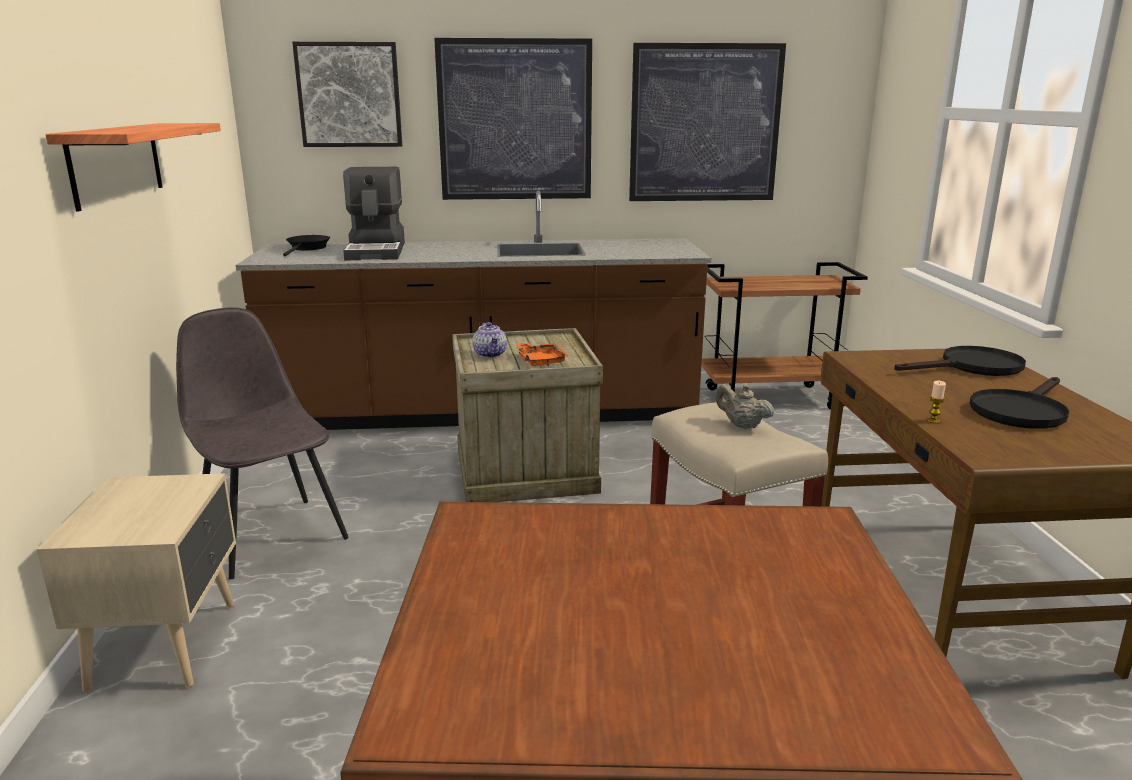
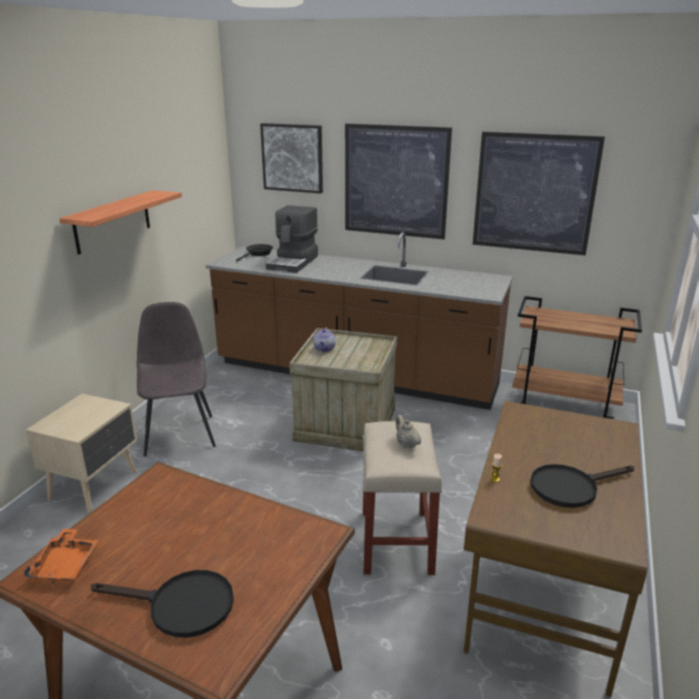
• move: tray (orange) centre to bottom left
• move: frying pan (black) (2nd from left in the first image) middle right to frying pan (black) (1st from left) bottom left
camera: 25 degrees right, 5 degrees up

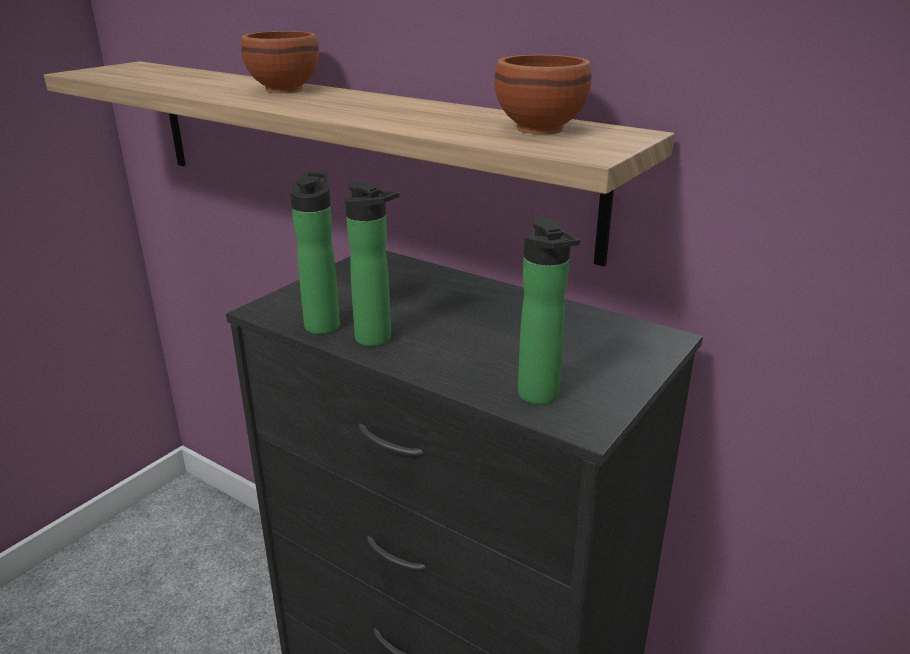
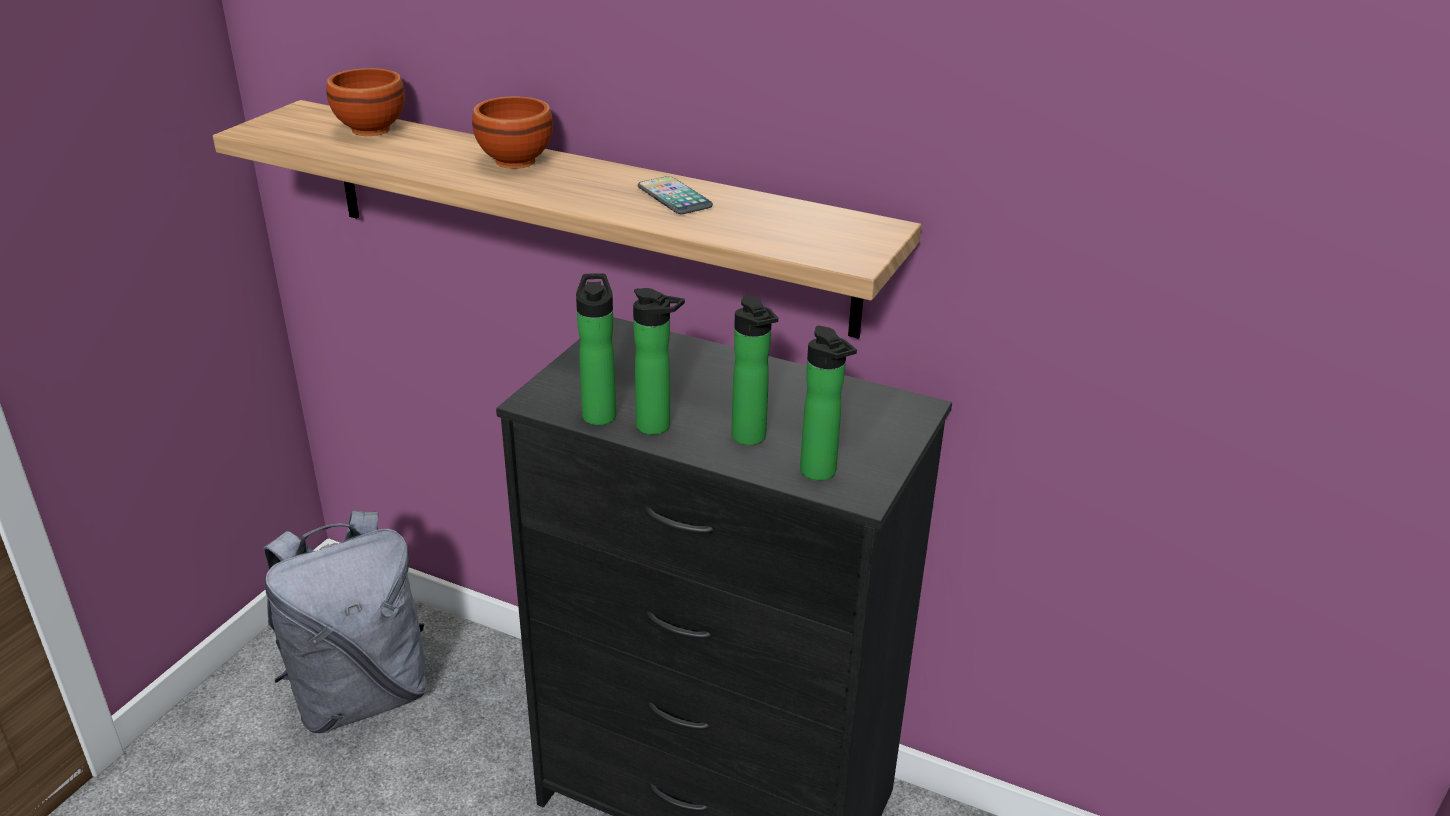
• insert: backpack (grey) bottom left
• insert: phone top centre
• insert: bottle (3rd from left) centre
• move: bowl (brown) (2nd from left in the first image) top centre to bowl (brown) (1st from left) top left
camera: 10 degrees left, 5 degrees up

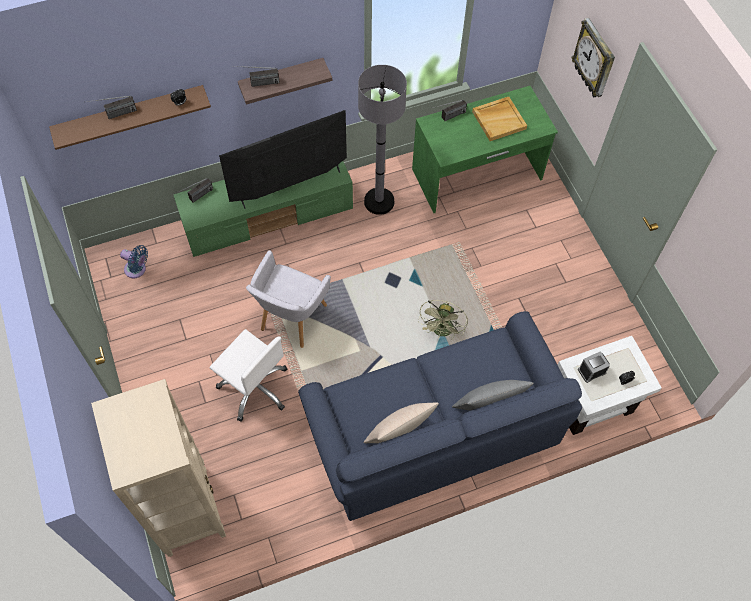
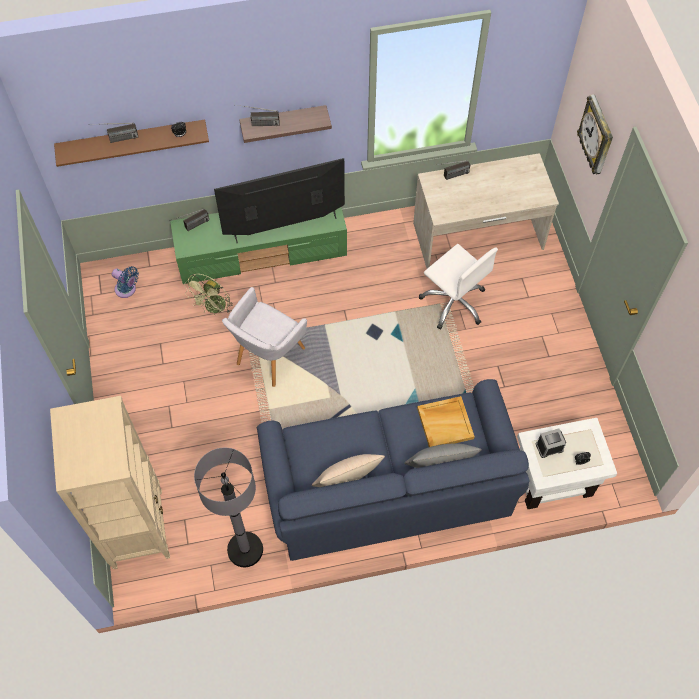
• move: office chair (white) middle left to centre
• move: floor lamp (grey) top centre to bottom left
• move: fan (green) centre to middle left
• move: tray (beige) top centre to centre
• recolor: desk (green) top centre to desk (beige) top right
camera: 10 degrees right, 0 degrees up

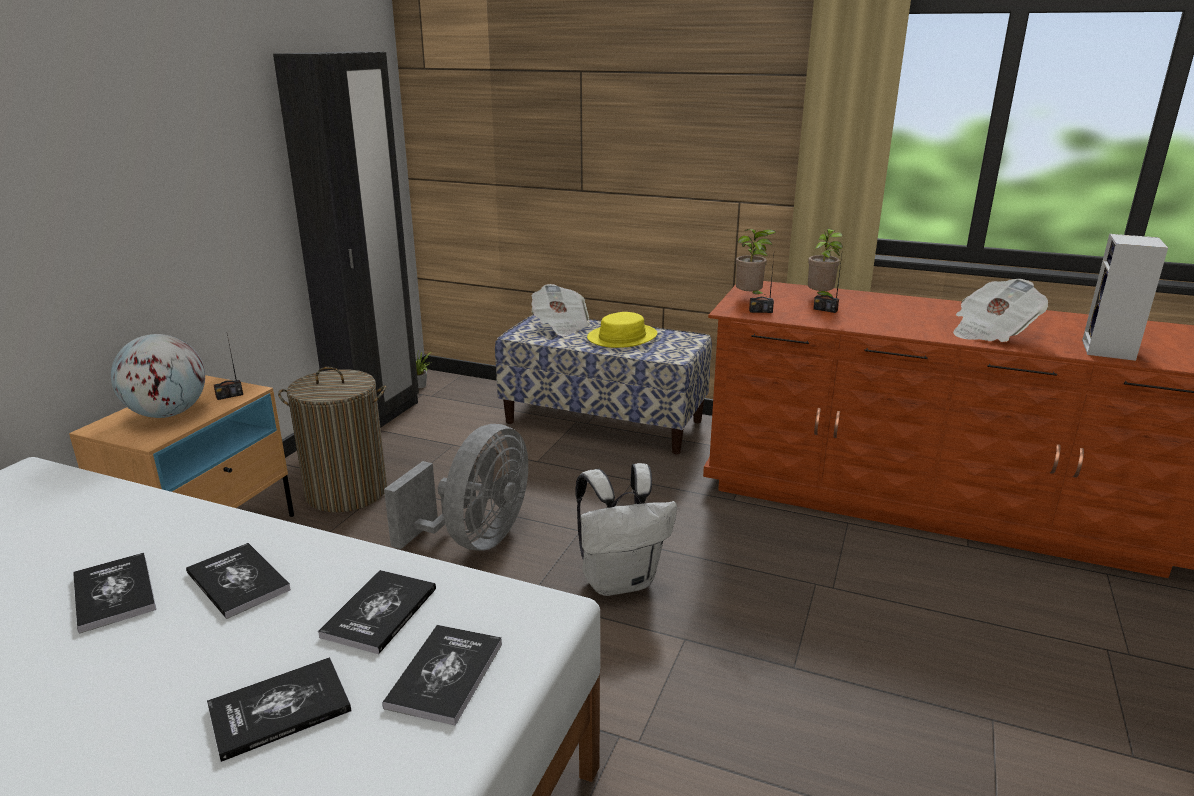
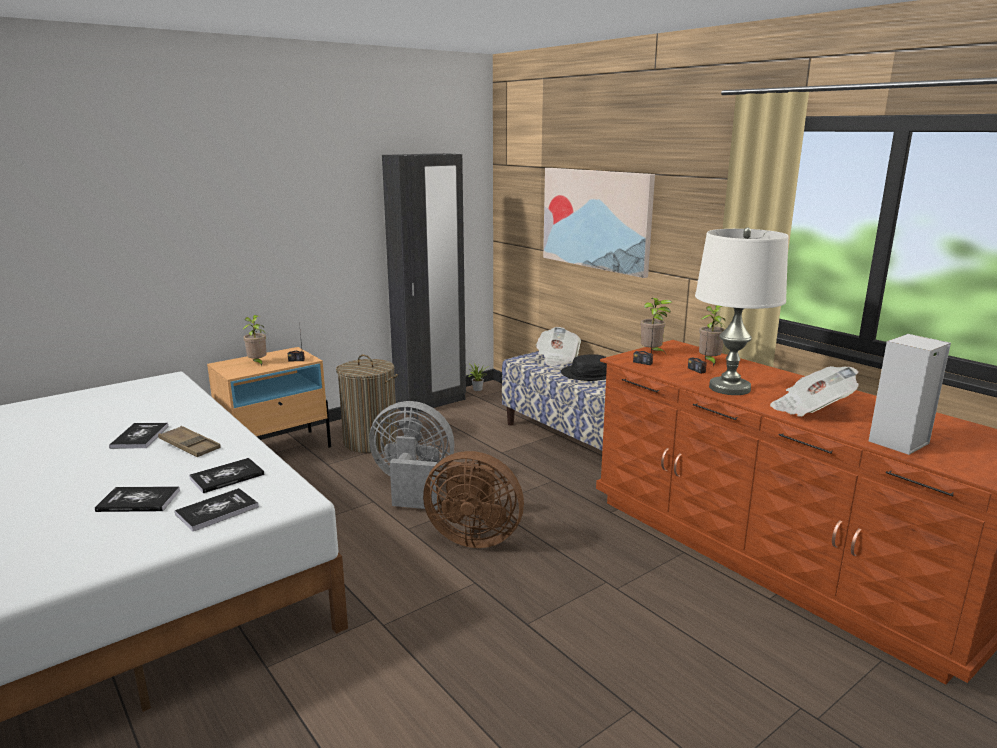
• insert: picture top centre
• insert: table lamp (white) middle right
• replace: globe middle left to potted plant (1st from left) middle left
• replace: book (2nd from left) bottom left to tray (brown) middle left
• replace: backpack (white) centre to fan (brown) bottom centre
• recolor: hat (yellow) centre to hat (black) centre
• rotate: fan (grey) centre = centre 135 degrees counterclockwise
camera: 30 degrees right, 5 degrees down

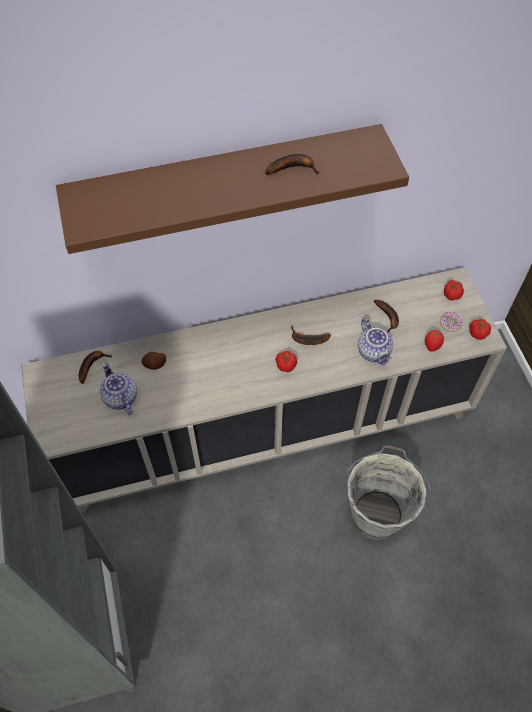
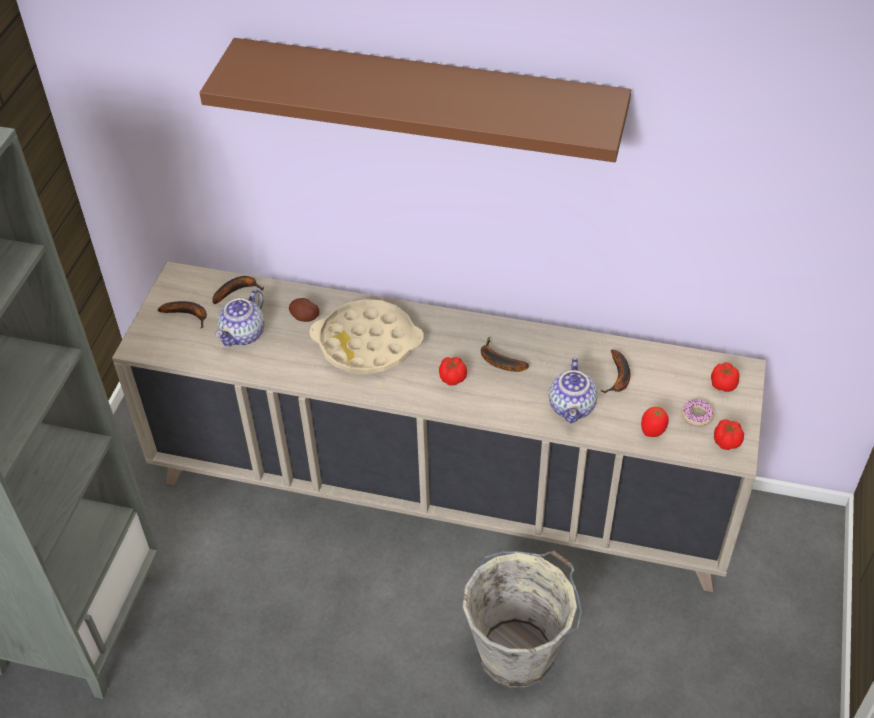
• insert: tray (beige) centre
• move: banana (2nd from left in the first image) top centre to banana (1st from left) middle left
• rotate: teapot (1st from left) middle left = middle left 150 degrees counterclockwise
camera: 30 degrees right, 10 degrees down

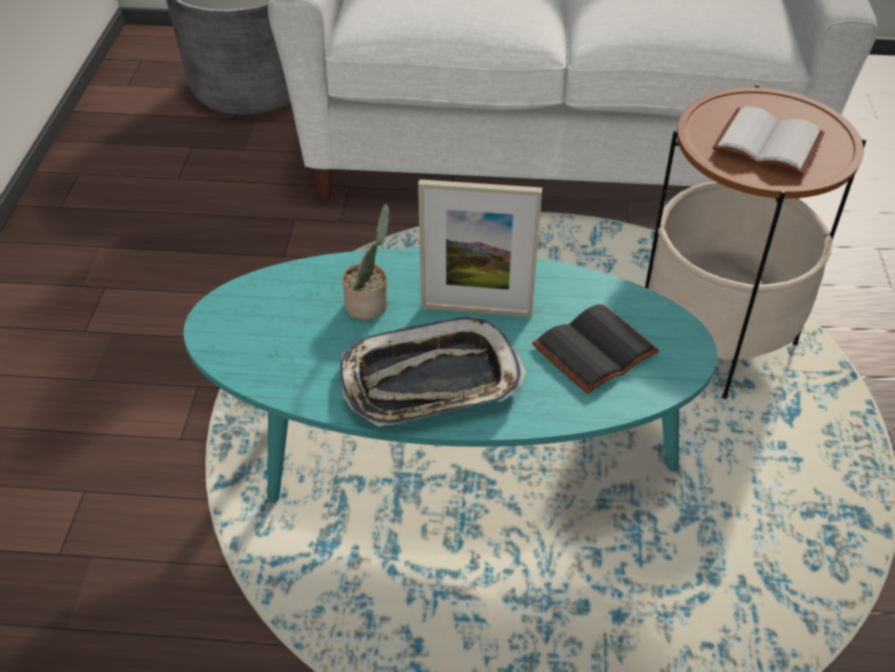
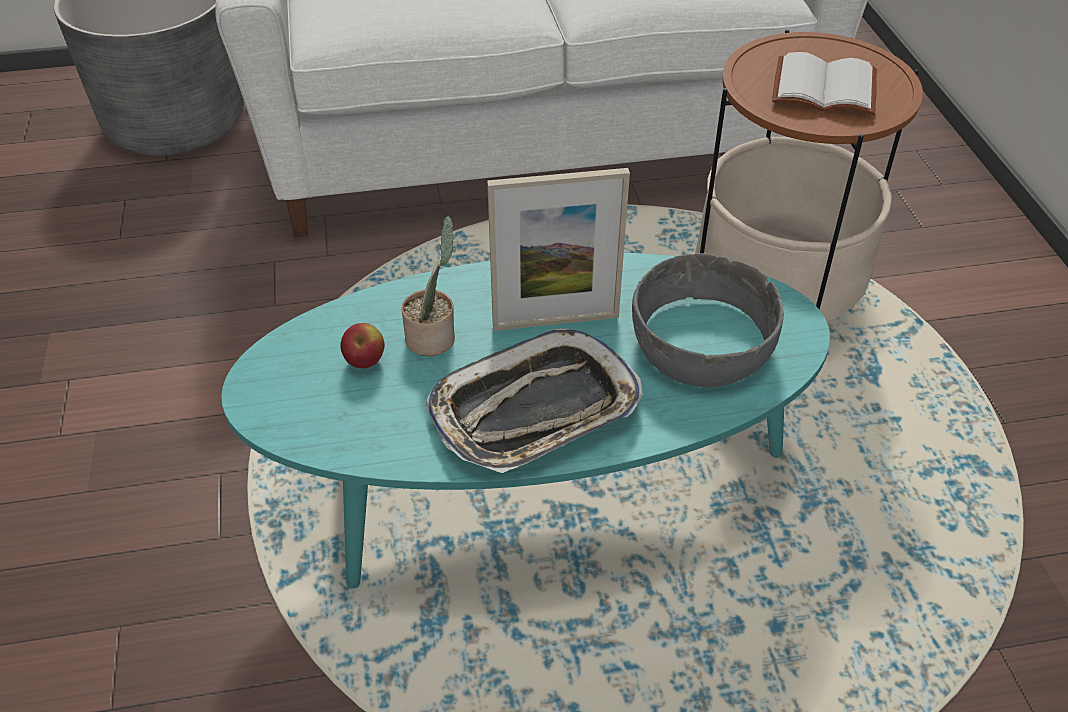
• insert: apple centre
• replace: book (black) centre to bowl (grey) centre
camera: 15 degrees left, 0 degrees up

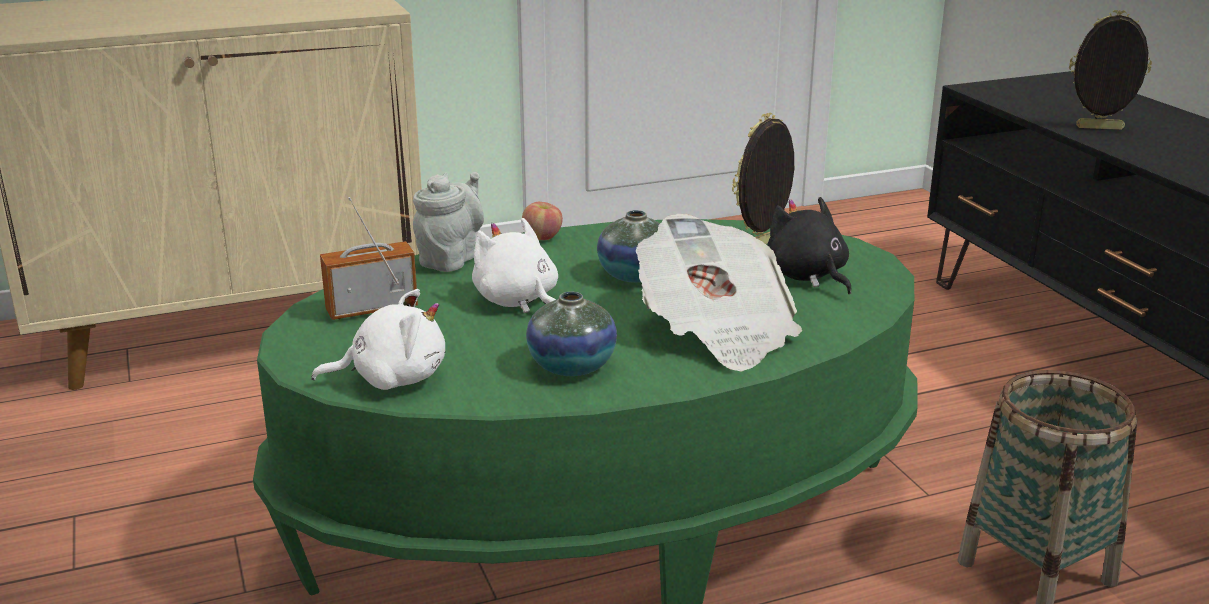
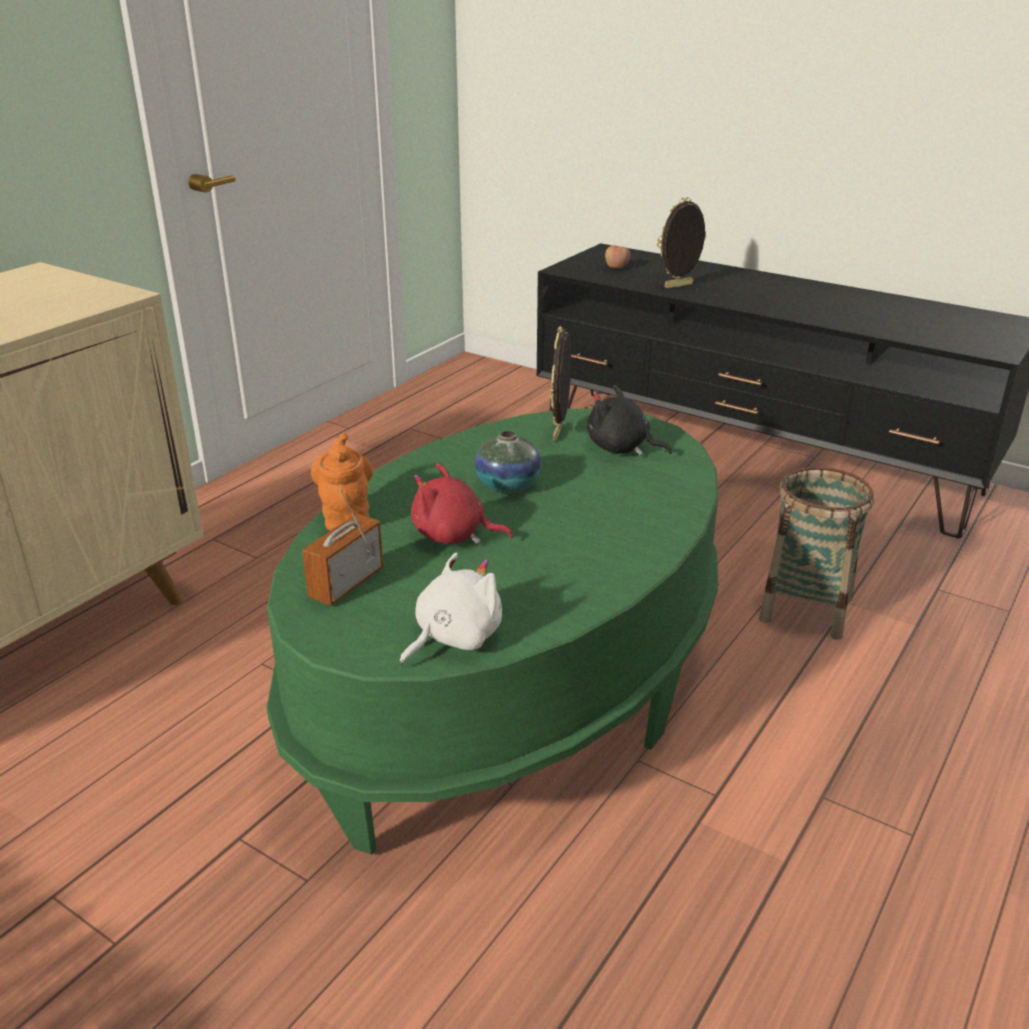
• delete: vase (1st from left) centre
• delete: newspaper centre
• move: apple centre to top centre
• recolor: teapot (grey) centre to teapot (orange) middle left
• recolor: plush toy (white) (2nd from left) centre to plush toy (red) centre
camera: 35 degrees left, 5 degrees up

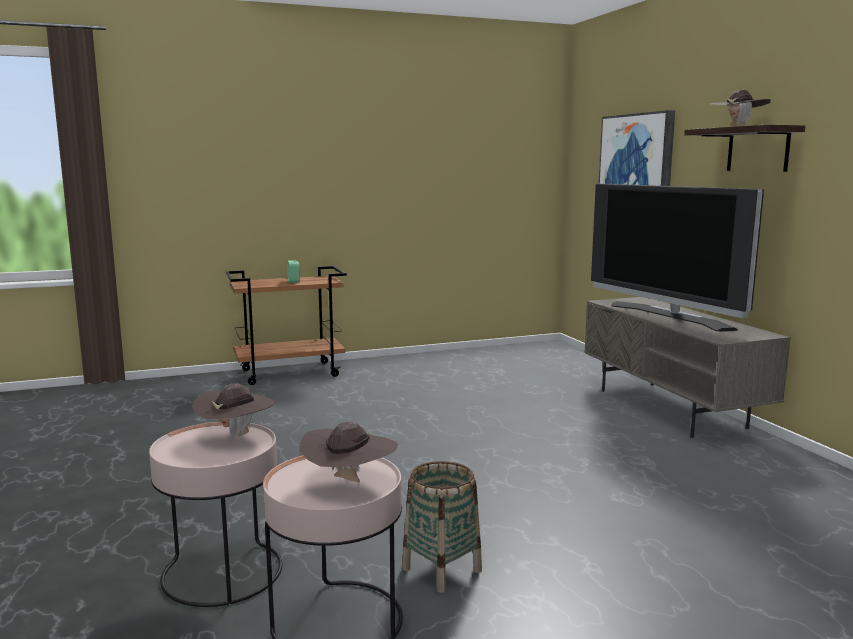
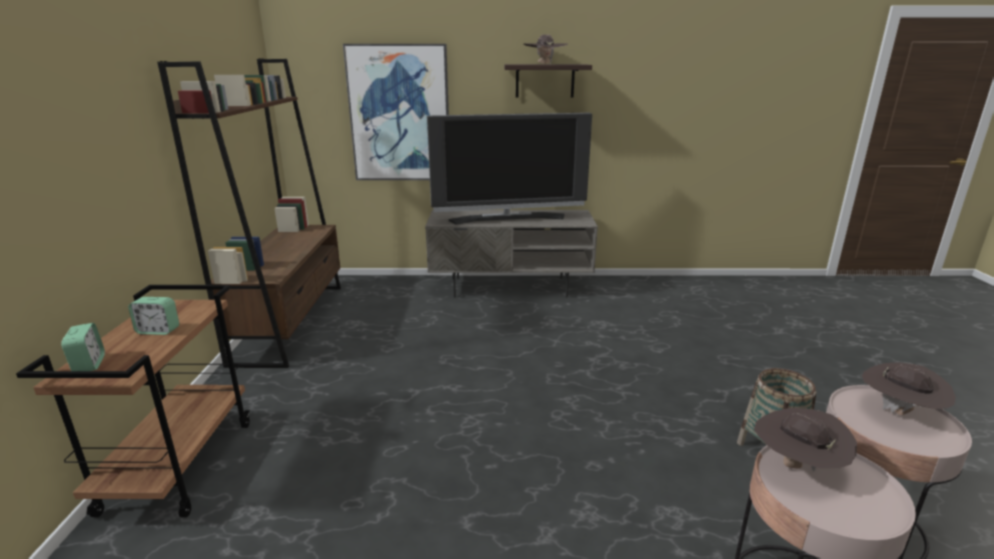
• insert: alarm clock (1st from left) middle left
• insert: bookcase (brown) middle left
camera: 70 degrees left, 10 degrees up

